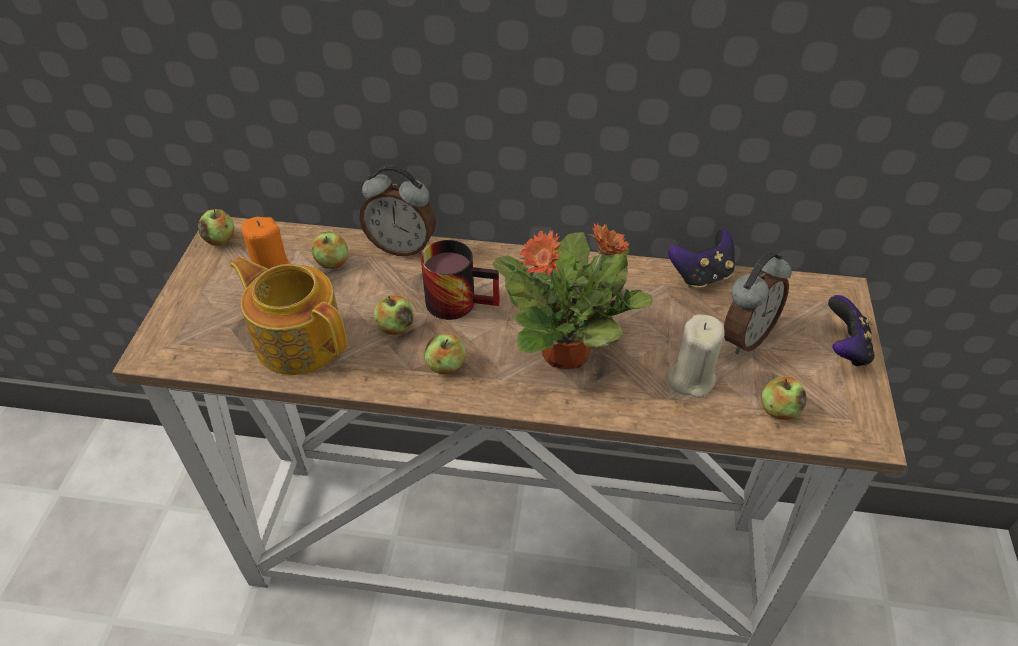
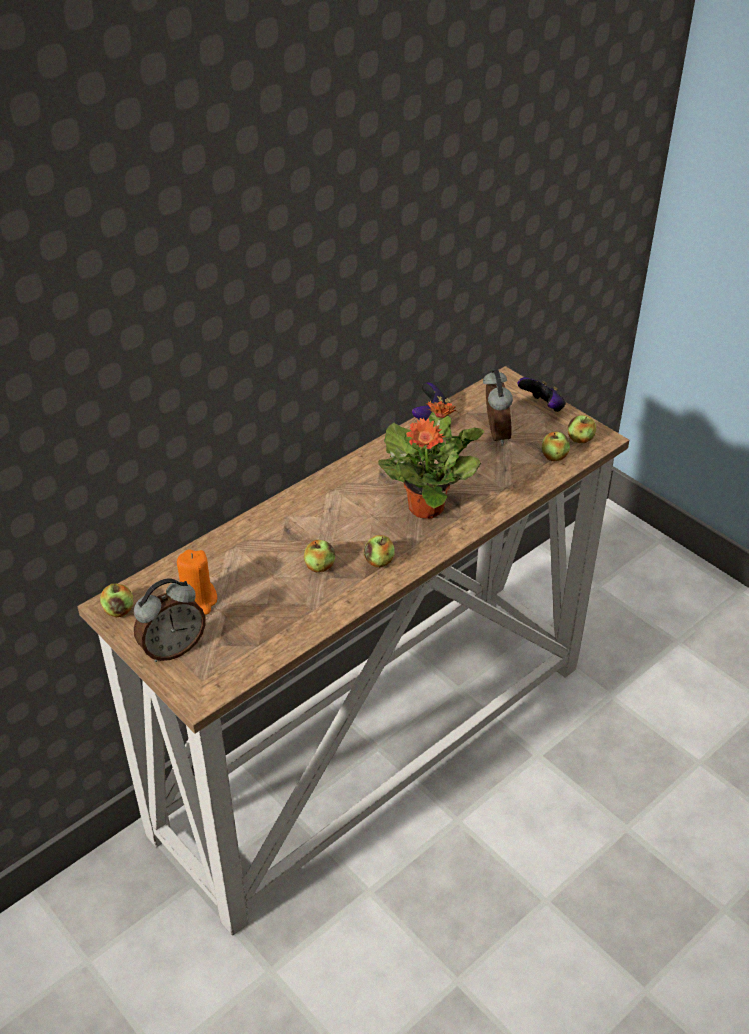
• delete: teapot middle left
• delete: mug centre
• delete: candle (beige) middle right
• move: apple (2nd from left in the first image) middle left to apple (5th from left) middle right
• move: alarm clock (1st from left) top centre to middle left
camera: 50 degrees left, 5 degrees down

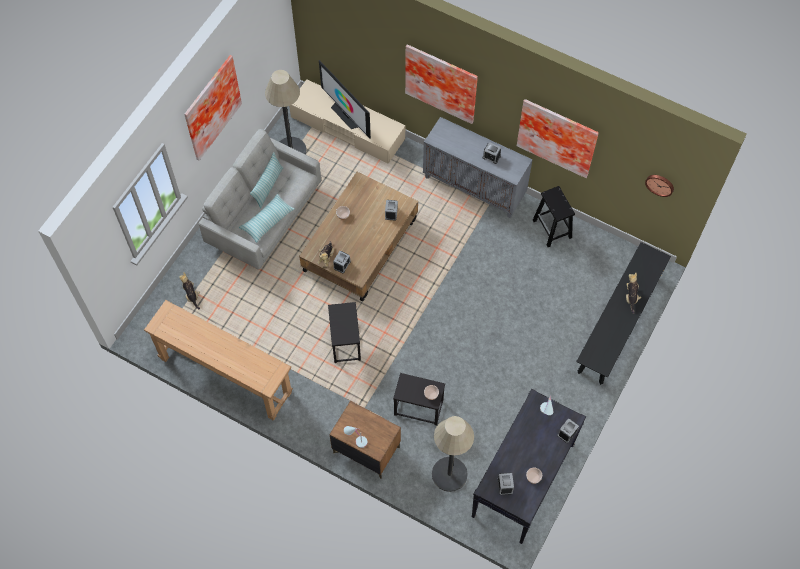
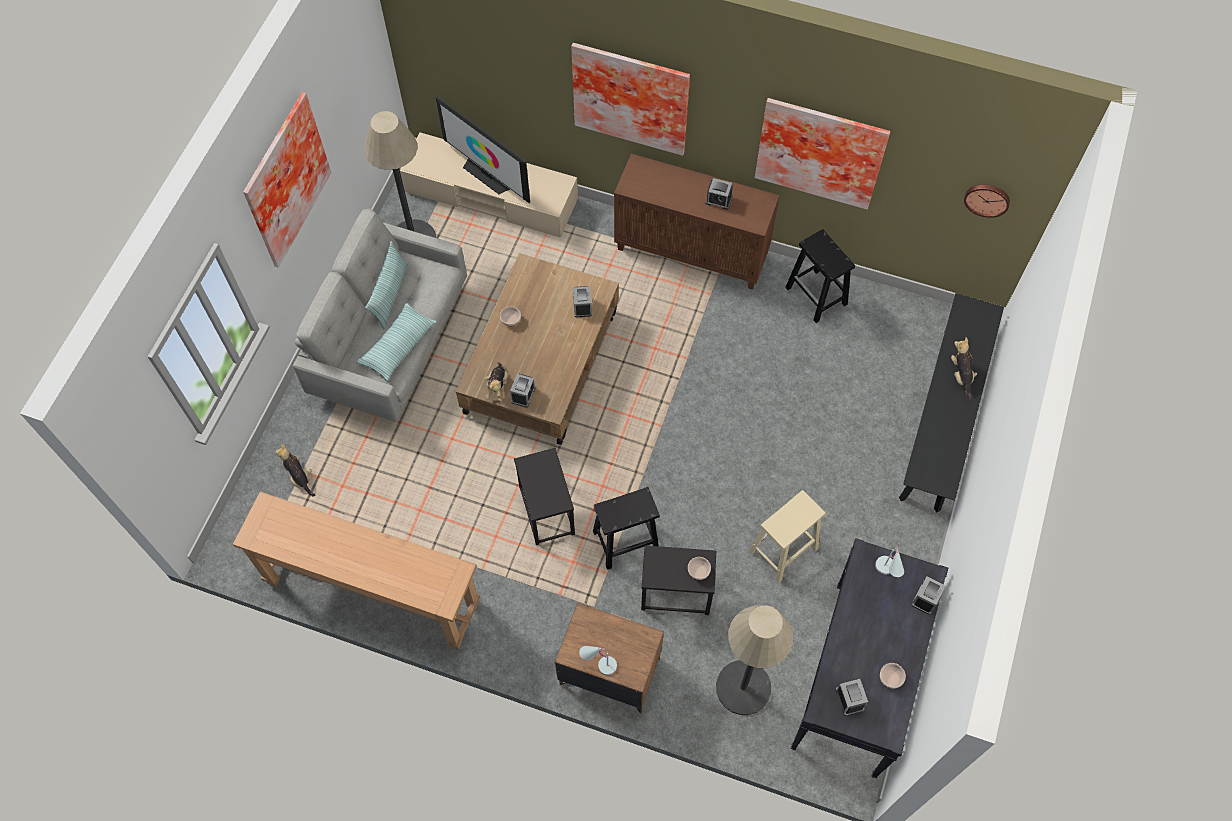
• insert: stool (black) (1st from left) centre
• insert: stool (beige) centre
• recolor: cabinet (grey) top centre to cabinet (brown) top centre
camera: 10 degrees left, 0 degrees up

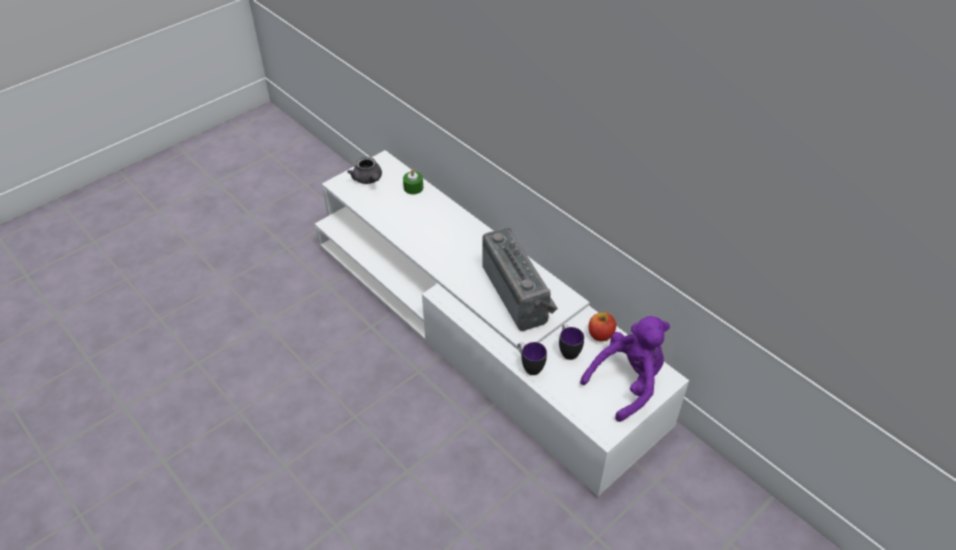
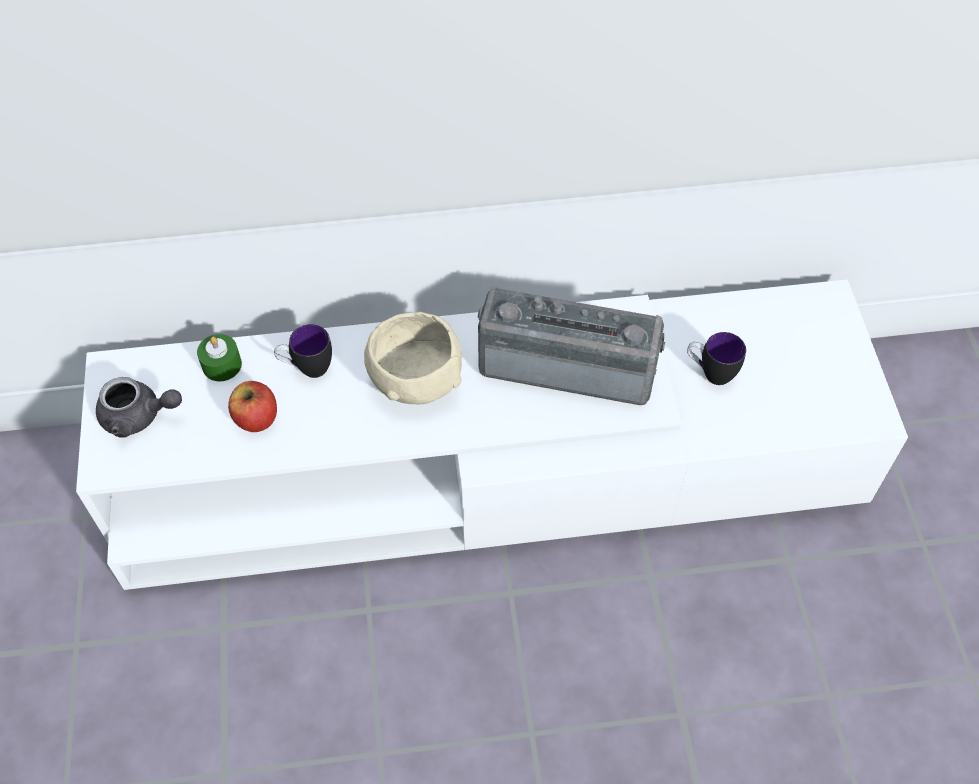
• delete: plush toy (purple) bottom centre
• insert: bowl (beige) centre
• move: mug (1st from left) centre to middle left
• move: apple centre to middle left
camera: 55 degrees left, 10 degrees up

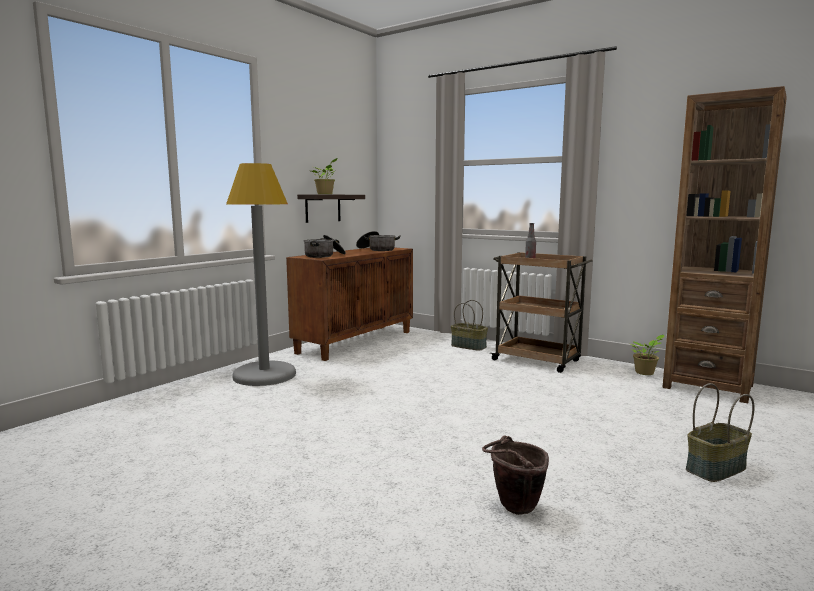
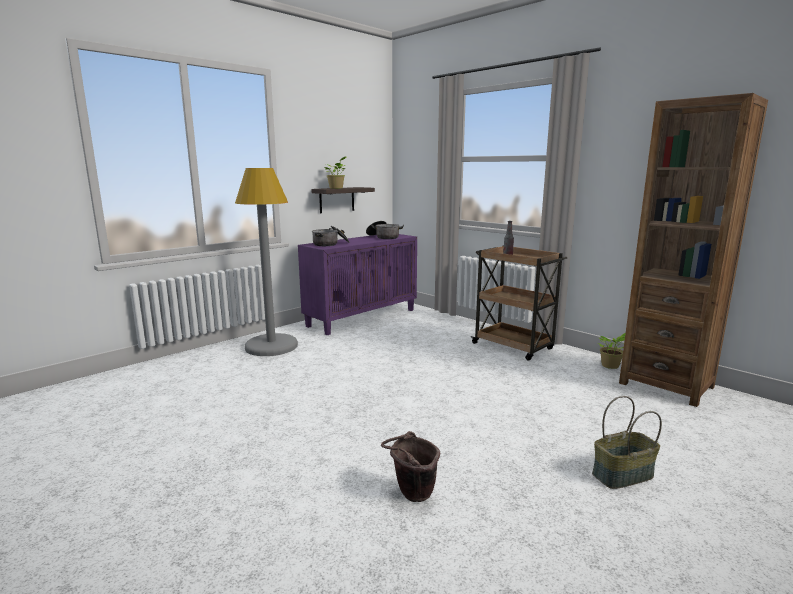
• delete: basket (1st from left) centre
• recolor: cabinet (brown) centre to cabinet (purple) centre
camera: 10 degrees right, 5 degrees up

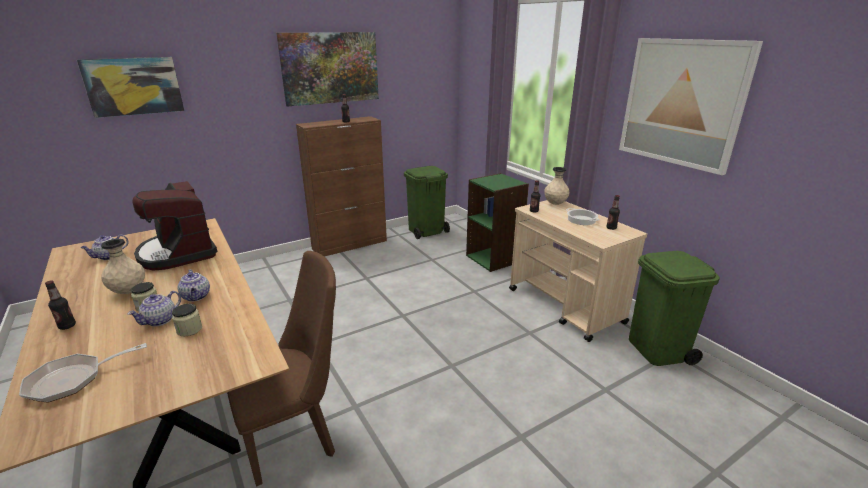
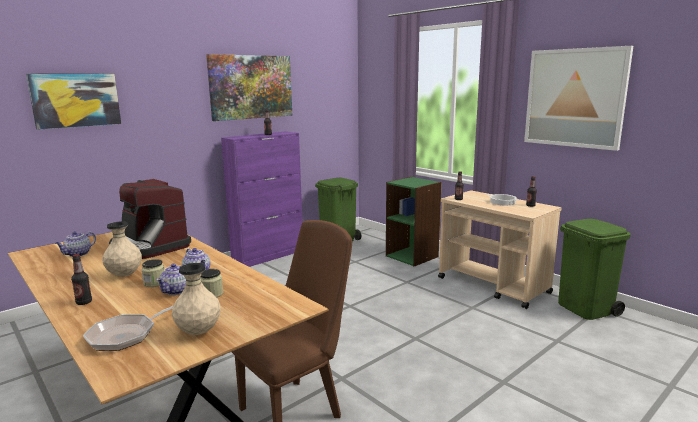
• move: vase (beige) (2nd from left) centre to bottom left
• recolor: cabinet (brown) centre to cabinet (purple) centre
camera: 10 degrees left, 10 degrees down

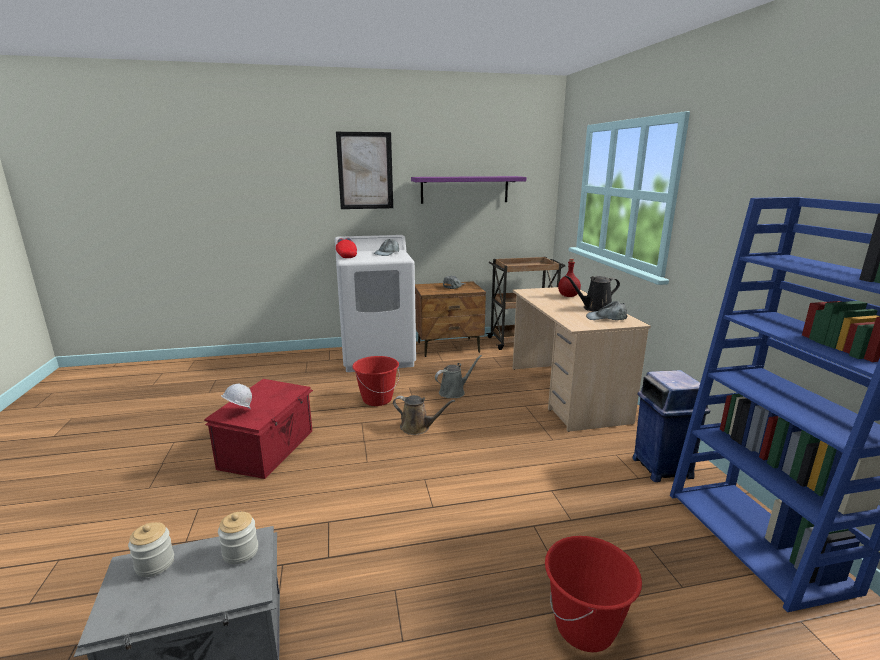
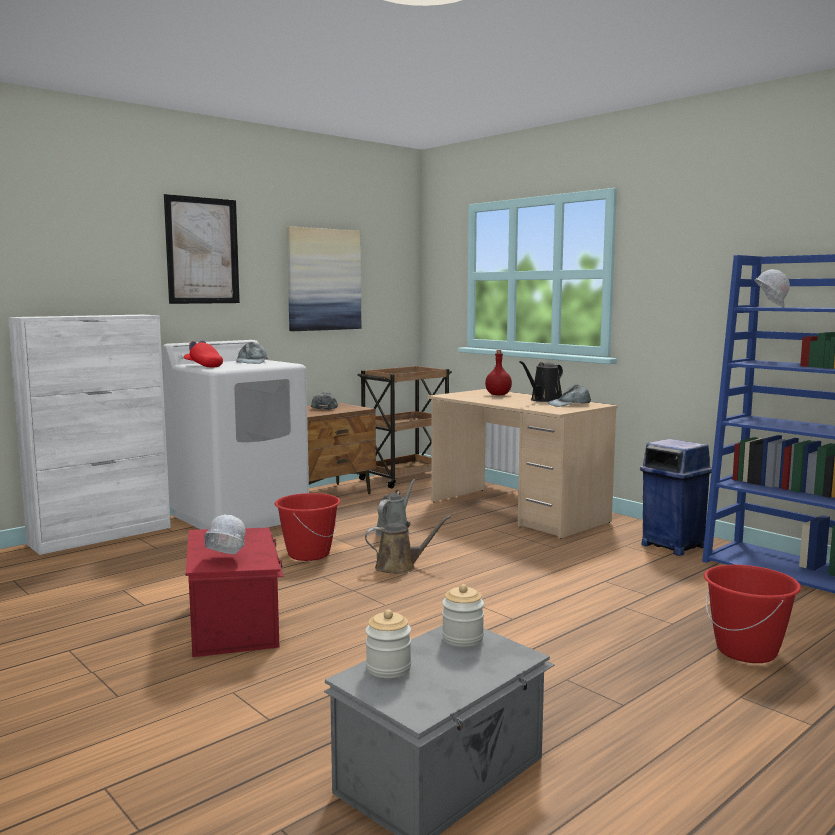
• insert: cabinet (white) middle left
• insert: hard hat (white) (2nd from left) middle right
• replace: shelf (purple) top centre to picture (2nd from left) top centre
camera: 30 degrees left, 10 degrees down

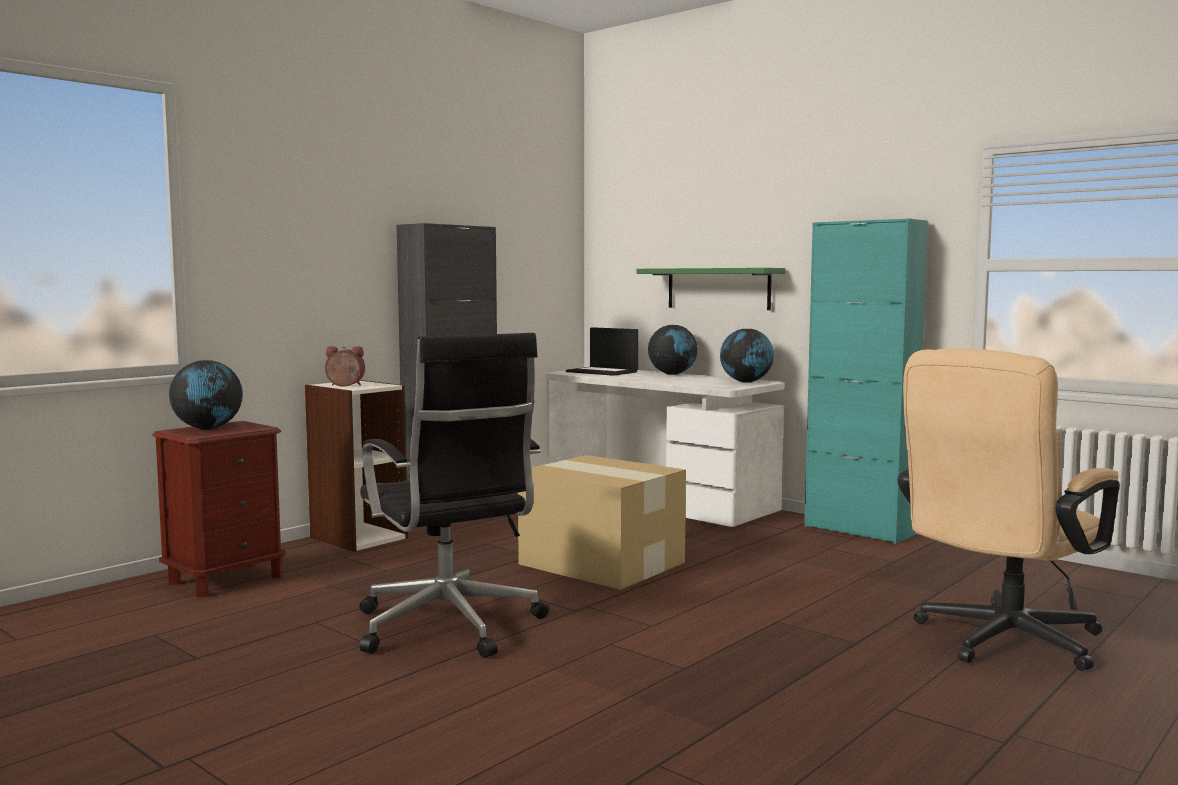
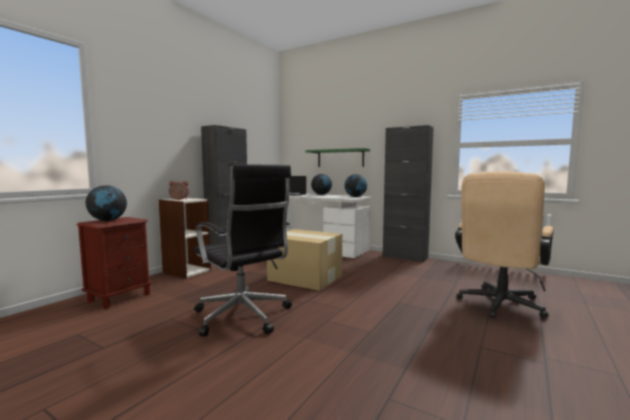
• recolor: cabinet (turquoise) middle right to cabinet (black) (2nd from left) centre
camera: 10 degrees left, 0 degrees up

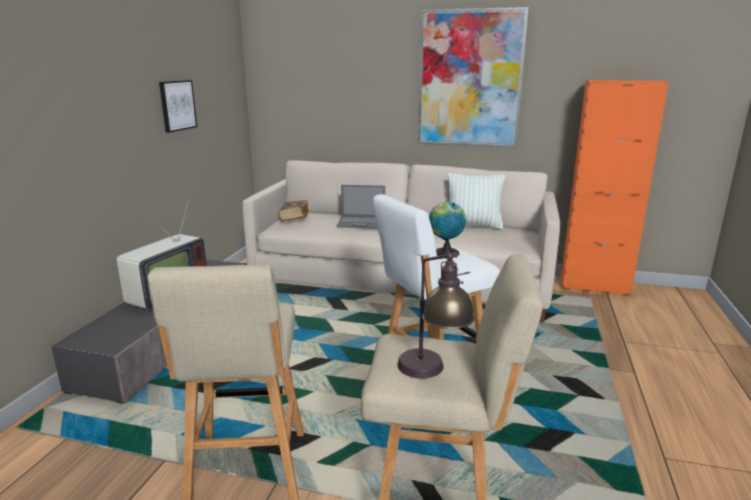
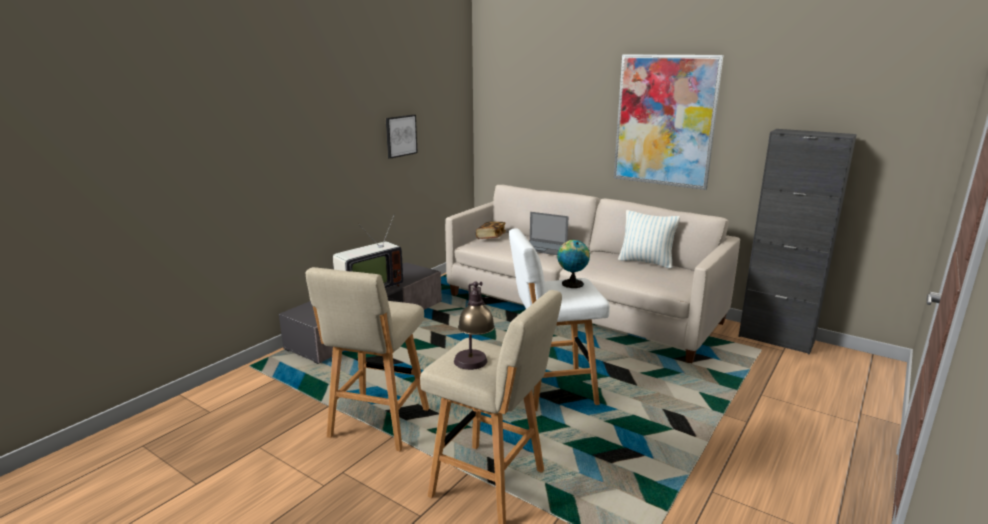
• recolor: cabinet (orange) middle right to cabinet (black) middle right
camera: 20 degrees right, 0 degrees up

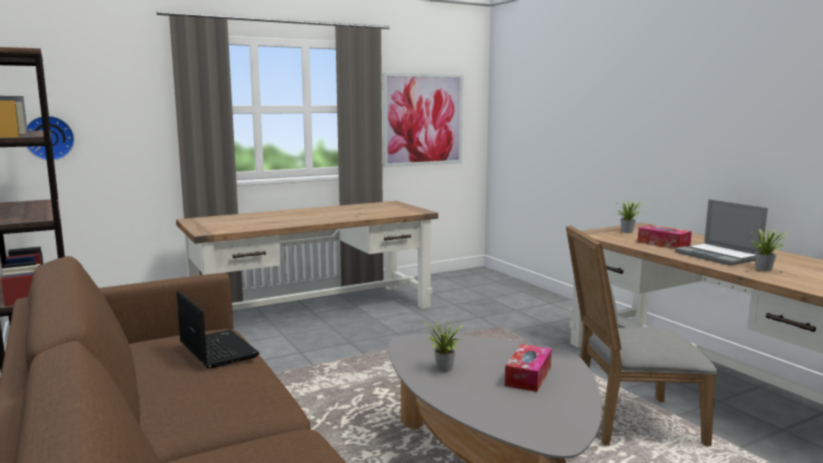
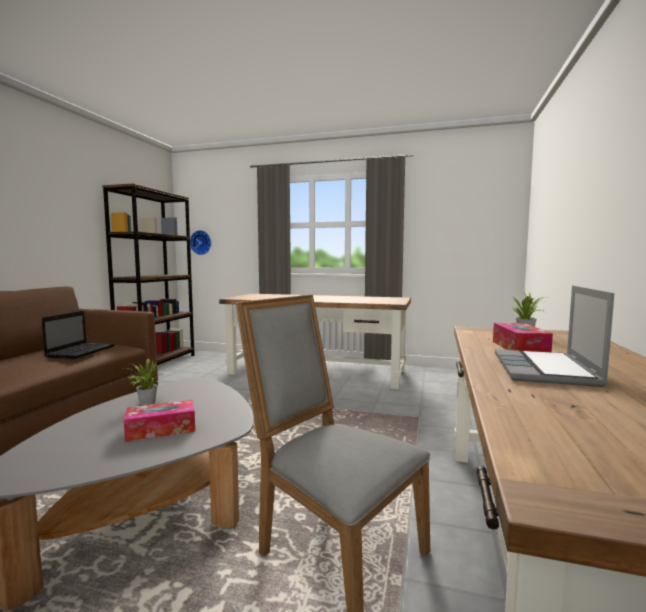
• delete: picture top centre
• delete: potted plant (3rd from left) middle right
camera: 45 degrees right, 5 degrees down

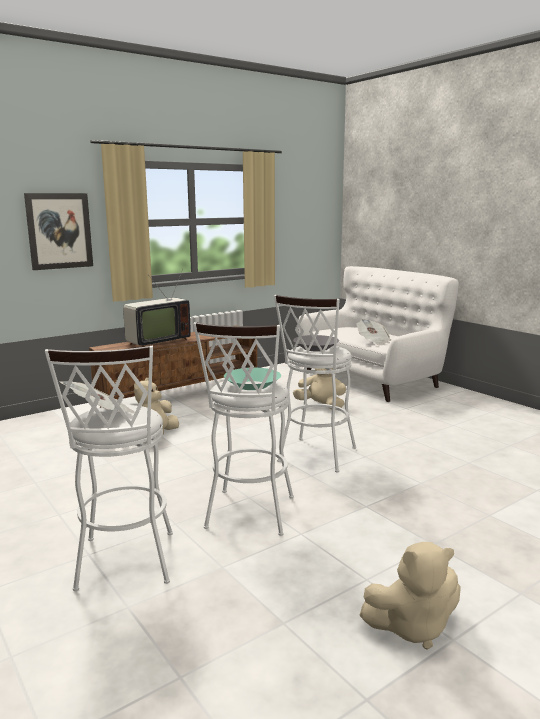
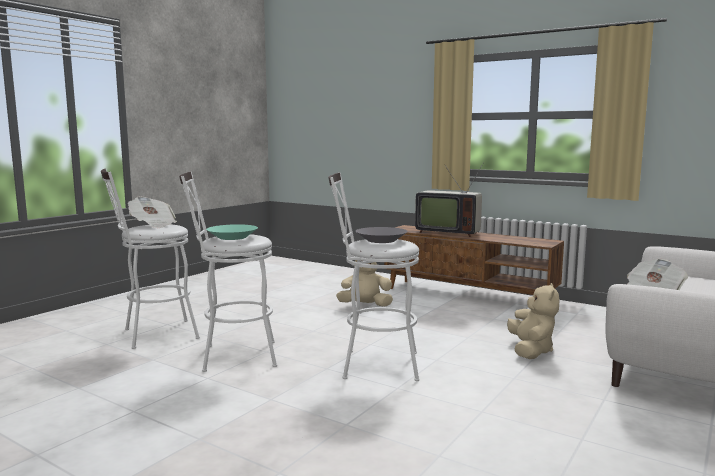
• delete: picture top left
• delete: plush toy (beige) (3rd from left) bottom right
camera: 70 degrees right, 5 degrees down

